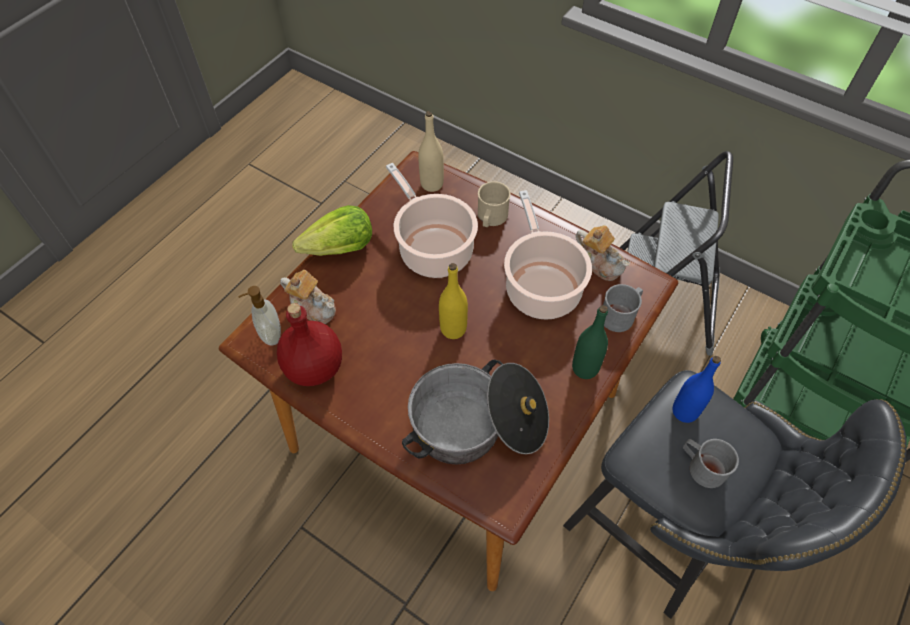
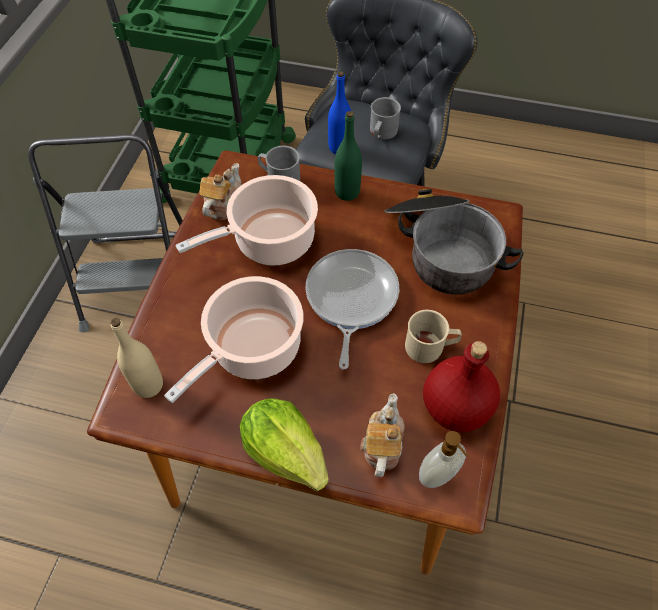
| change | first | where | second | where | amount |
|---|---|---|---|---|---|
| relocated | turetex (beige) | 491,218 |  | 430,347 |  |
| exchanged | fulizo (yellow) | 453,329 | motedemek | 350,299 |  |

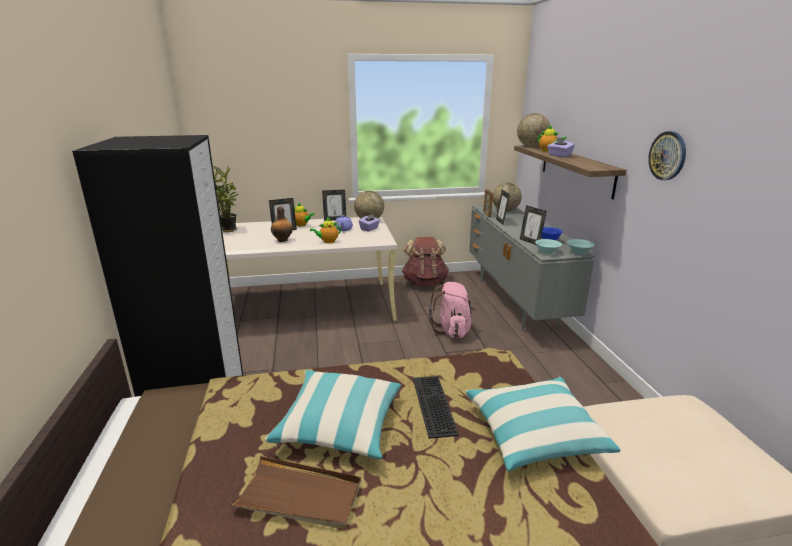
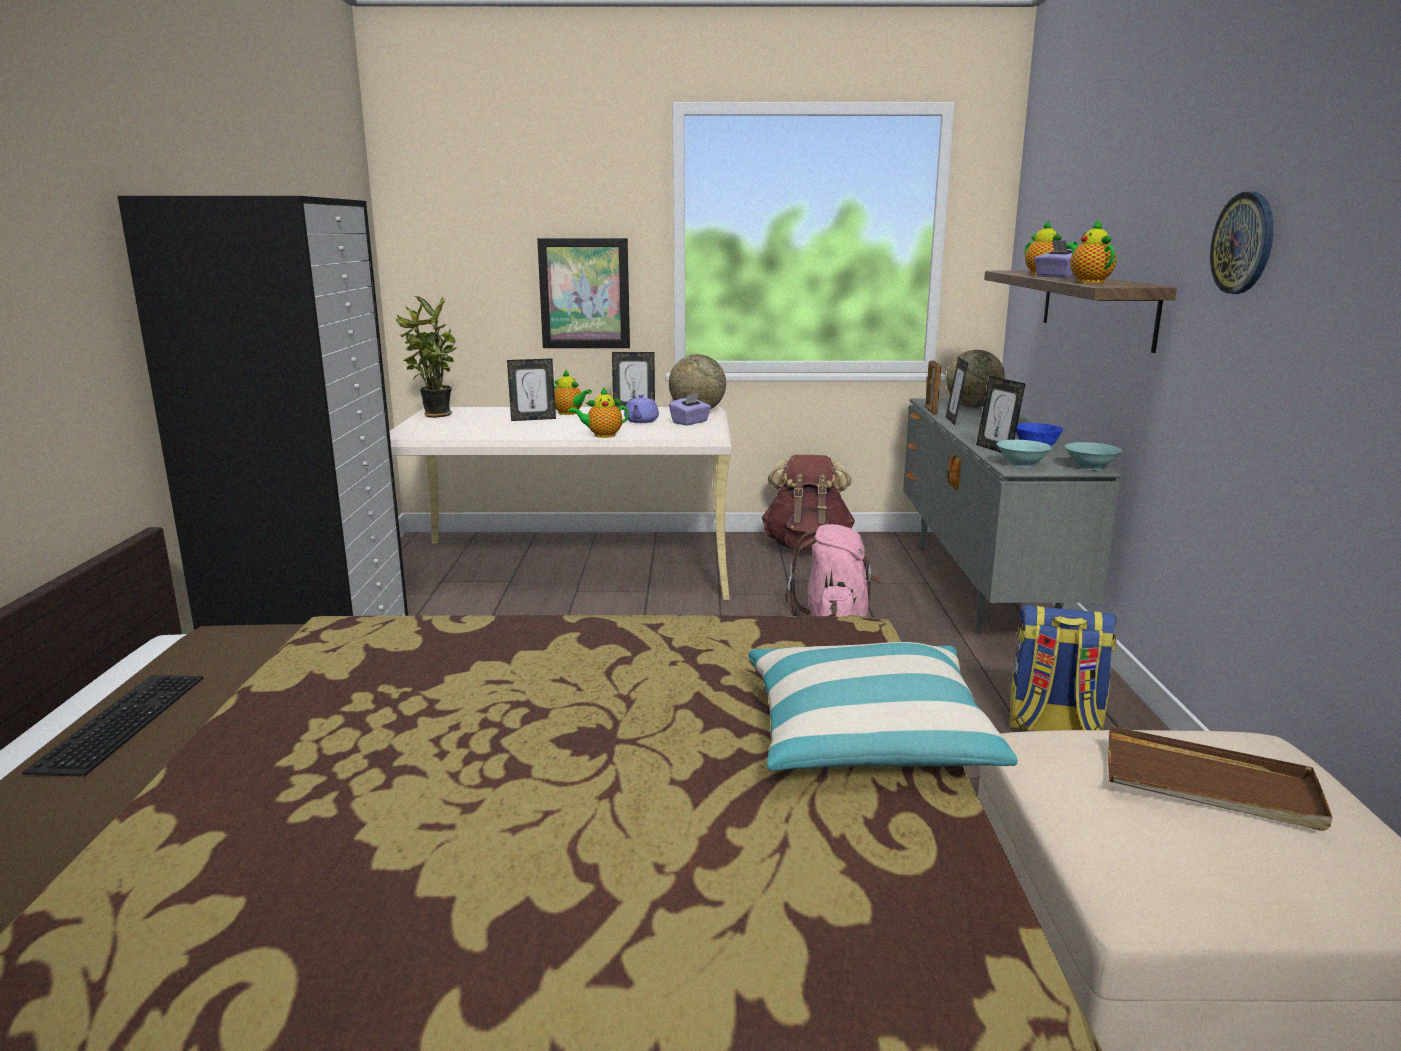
| change | first | where | second | where | amount |
|---|---|---|---|---|---|
| missing | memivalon | 531,146 |  |  |  |
| missing | fulizo | 283,240 |  |  |  |
| missing | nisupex | 339,424 |  |  |  |
| relocated | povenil | 431,404 |  | 119,720 |  |
| relocated | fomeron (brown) | 299,496 |  | 1210,785 |  |
| appeared |  |  | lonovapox | 1088,282 |  |
| appeared |  |  | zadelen | 584,293 |  |
| appeared |  |  | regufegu | 1053,726 |  |

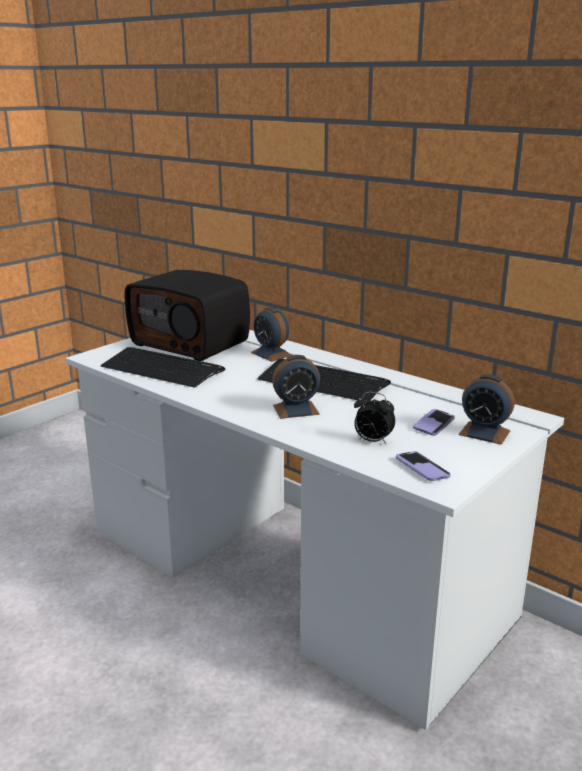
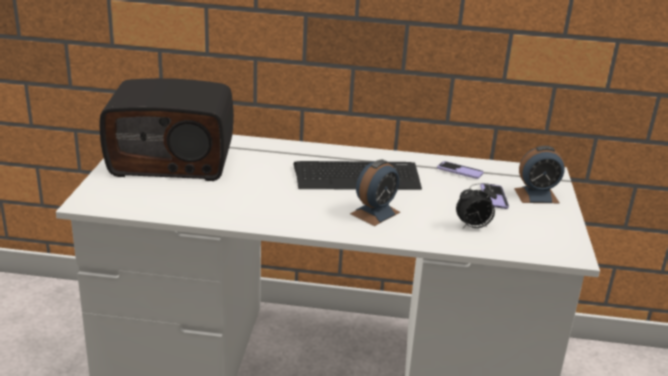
| change | first | where | second | where | amount |
|---|---|---|---|---|---|
| missing | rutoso | 271,354 |  |  |  |
| missing | povenil | 162,369 |  |  |  |
| relocated | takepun | 422,468 |  | 460,171 |  |

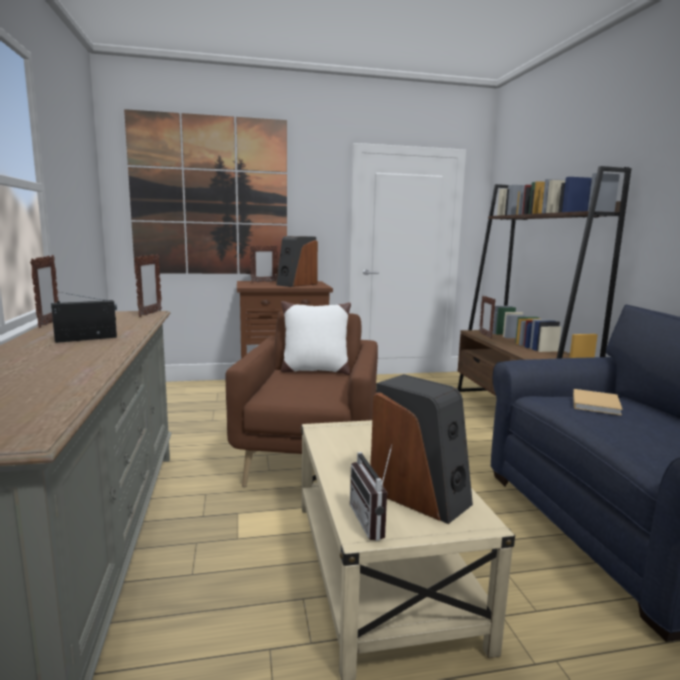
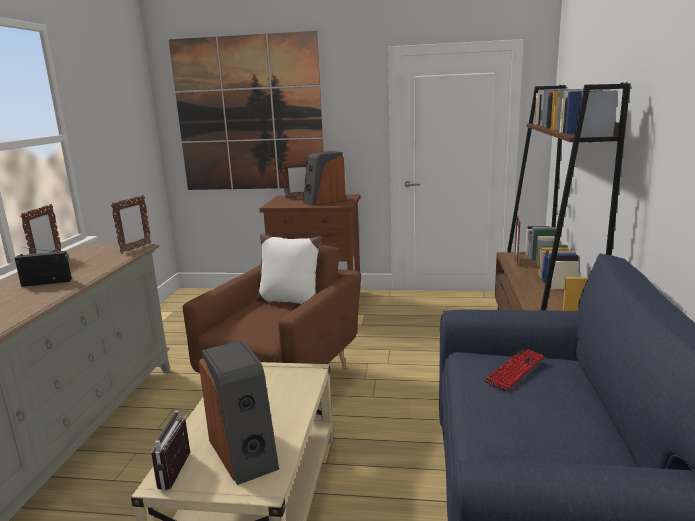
| change | first | where | second | where | amount |
|---|---|---|---|---|---|
| exchanged | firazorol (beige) | 595,403 | povenil | 515,370 |  |

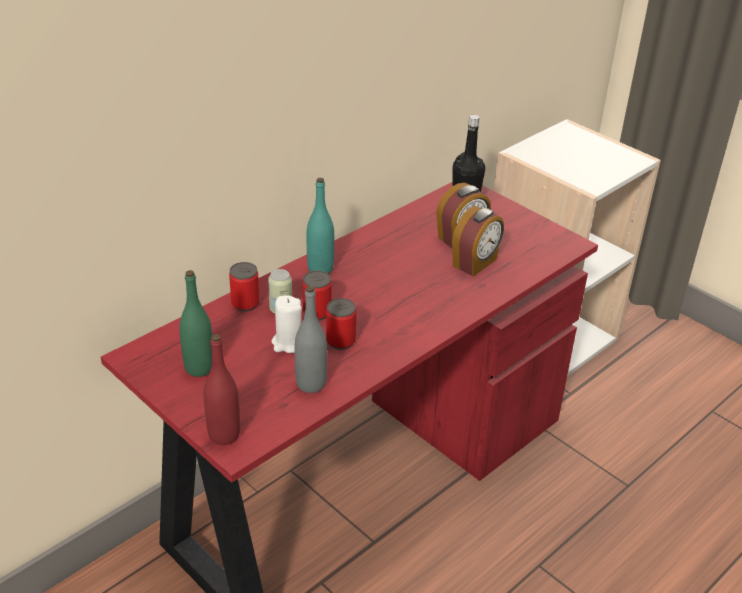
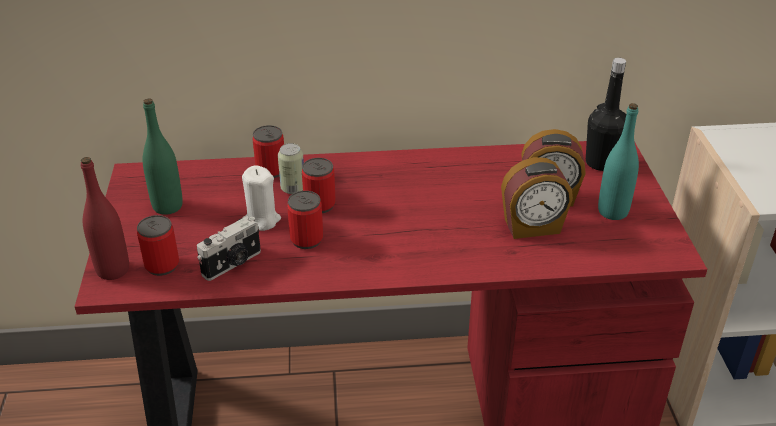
| change | first | where | second | where | amount |
|---|---|---|---|---|---|
| relocated | fulizo (turquoise) | 320,268 |  | 612,212 |  |
| exchanged | fulizo (grey) | 311,384 | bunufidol | 233,264 |  |
| appeared |  |  | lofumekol | 162,265 |  |

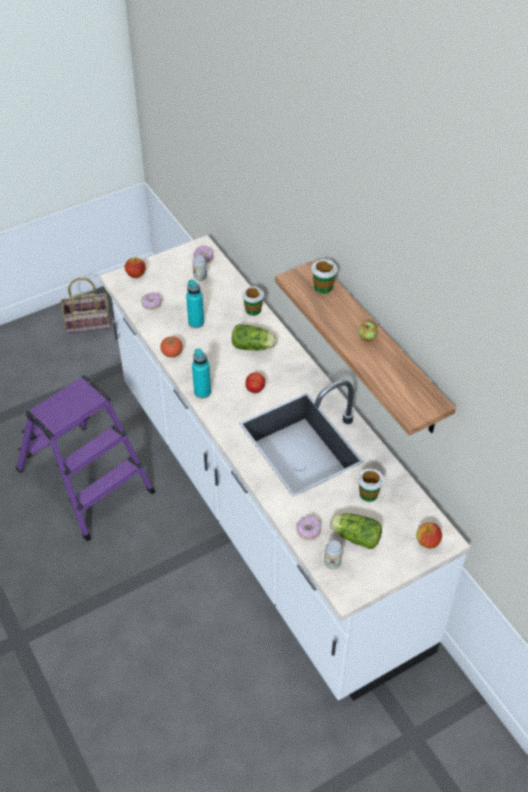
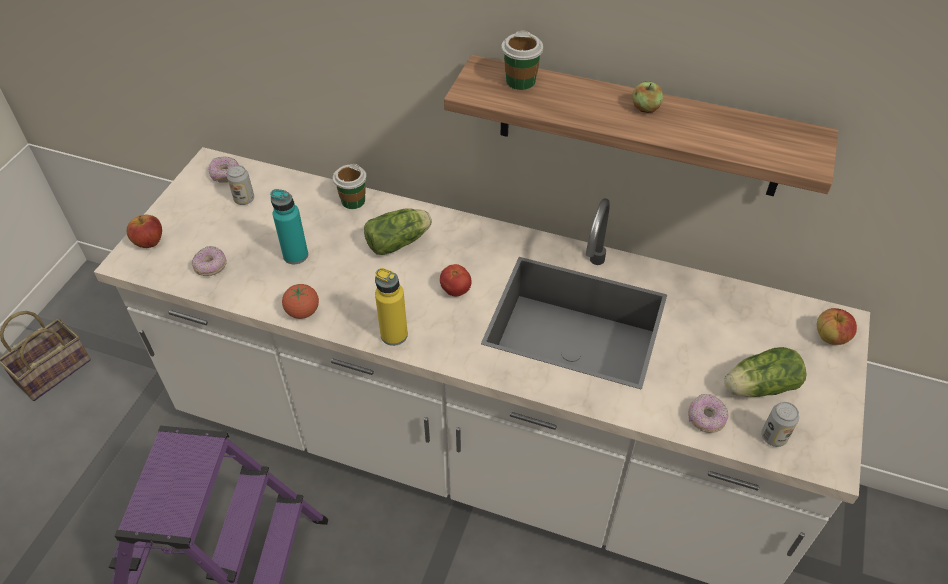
| change | first | where | second | where | amount |
|---|---|---|---|---|---|
| colour | fulizo (turquoise) | 202,392 | fulizo (yellow) | 394,335 |  |
| missing | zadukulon | 368,494 |  |  |  |

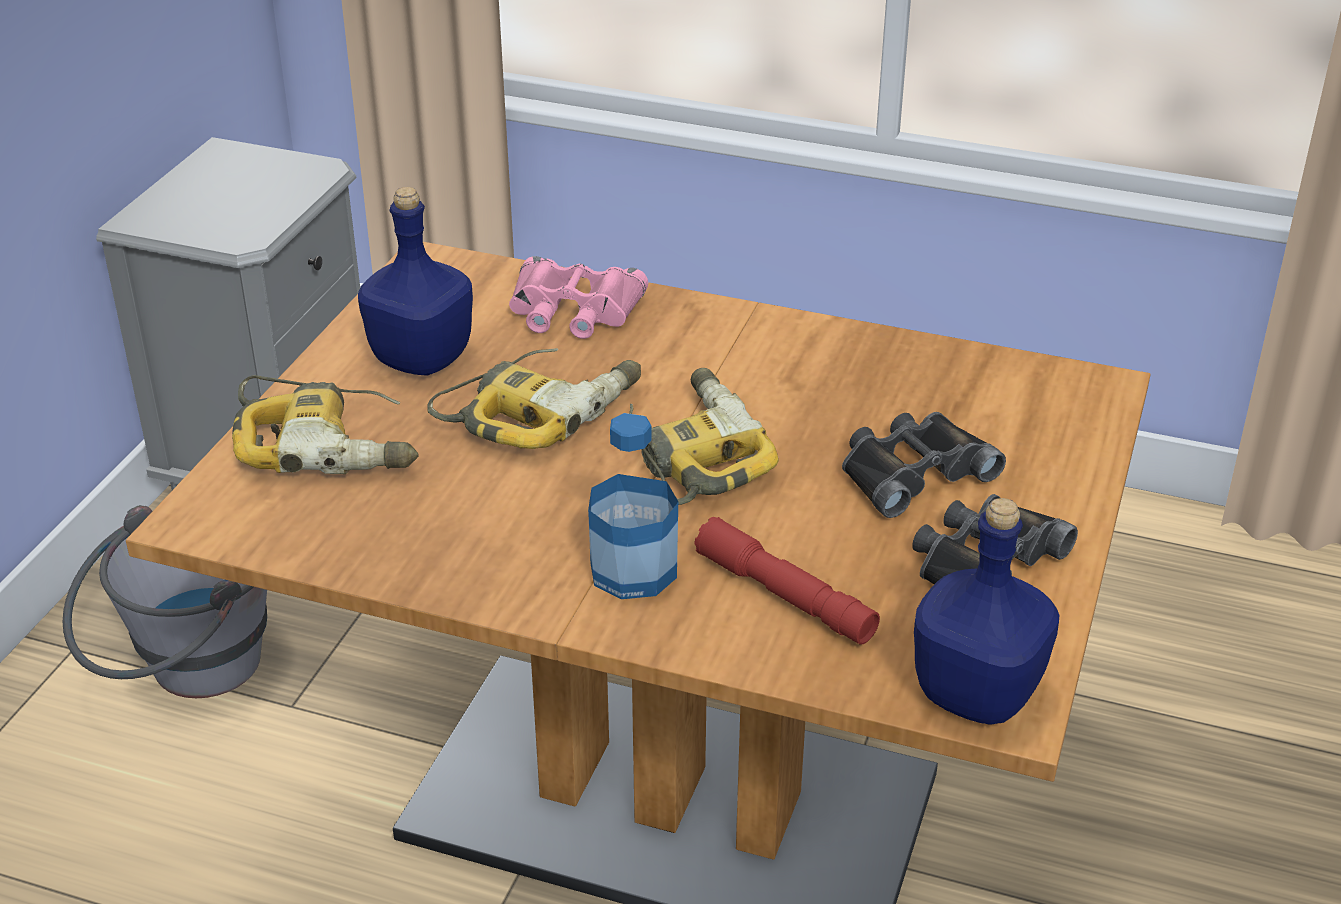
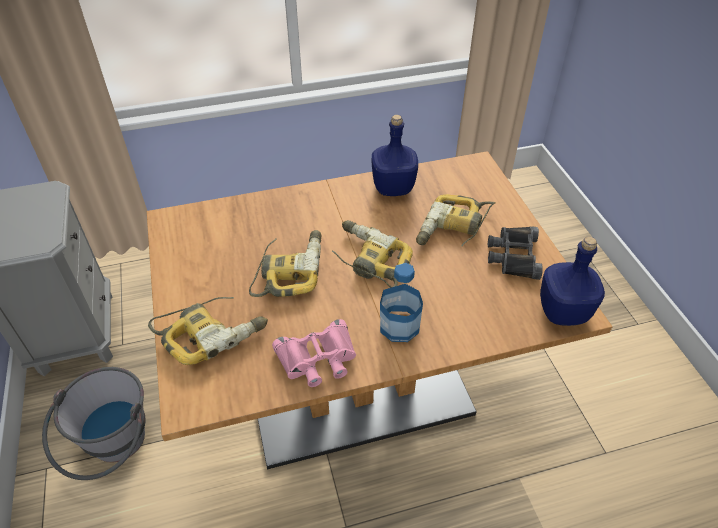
| change | first | where | second | where | amount |
|---|---|---|---|---|---|
| relocated | fulizo (blue) | 423,359 |  | 394,187 |  |
| relocated | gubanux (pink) | 573,310 |  | 318,359 |  |
| exchanged | gubanux (black) | 912,472 | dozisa | 453,229 |  |
| missing | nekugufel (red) | 785,596 |  |  |  |

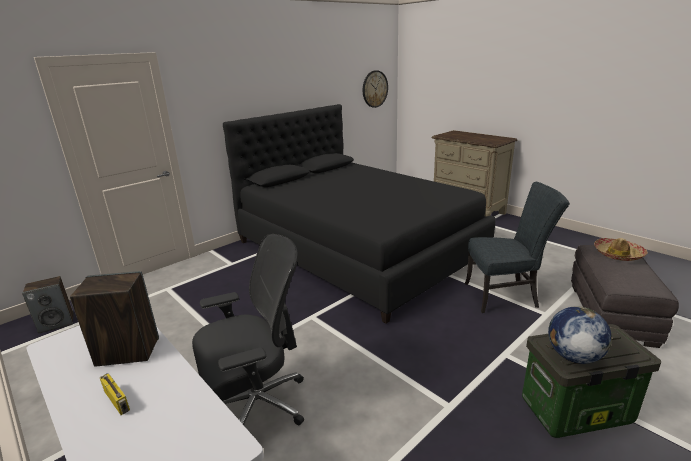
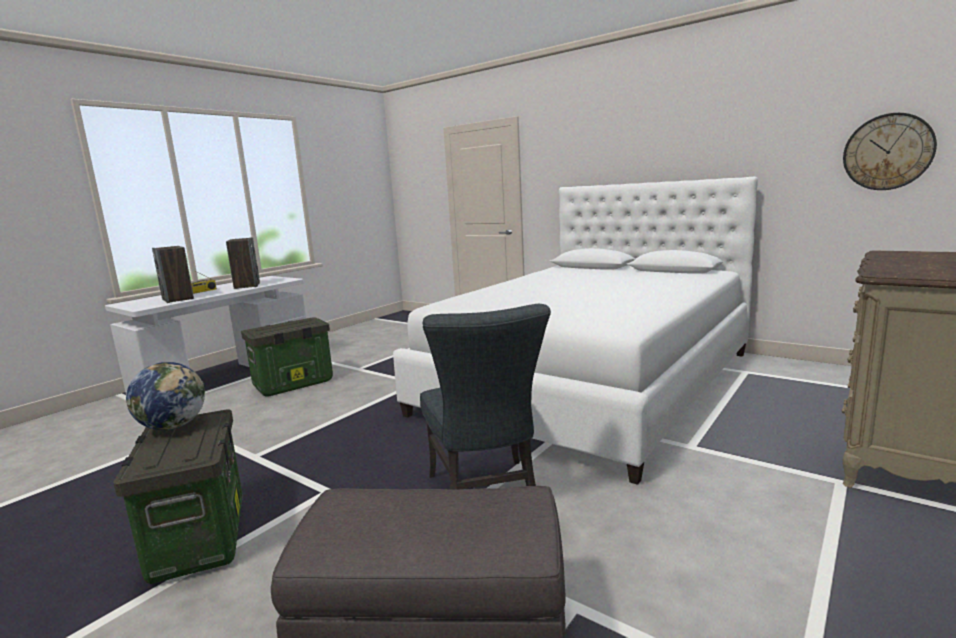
| change | first | where | second | where | amount |
|---|---|---|---|---|---|
| colour | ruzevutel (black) | 357,249 | ruzevutel (white) | 591,382 |  |
| exchanged | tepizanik | 256,408 | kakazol | 293,384 |  |
| missing | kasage | 618,254 |  |  |  |
| relocated | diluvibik | 57,323 |  | 178,299 |  |

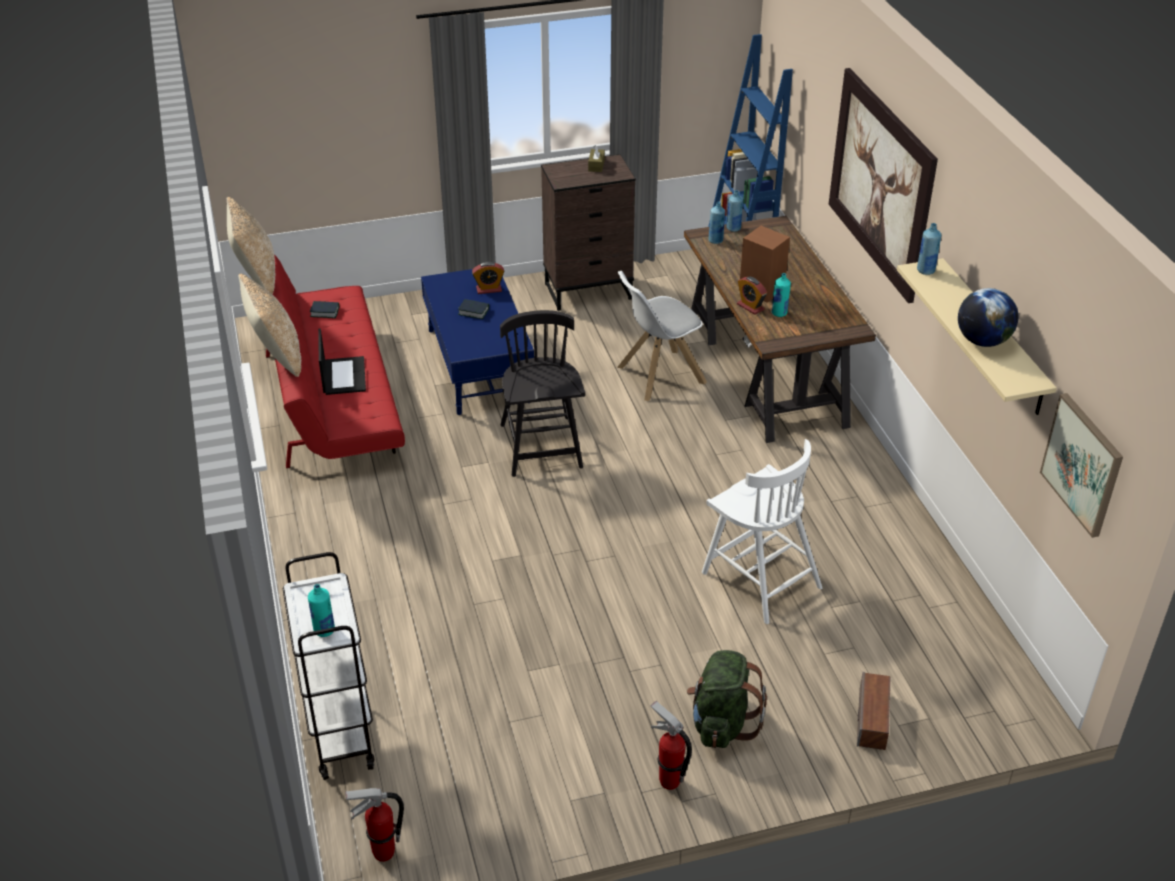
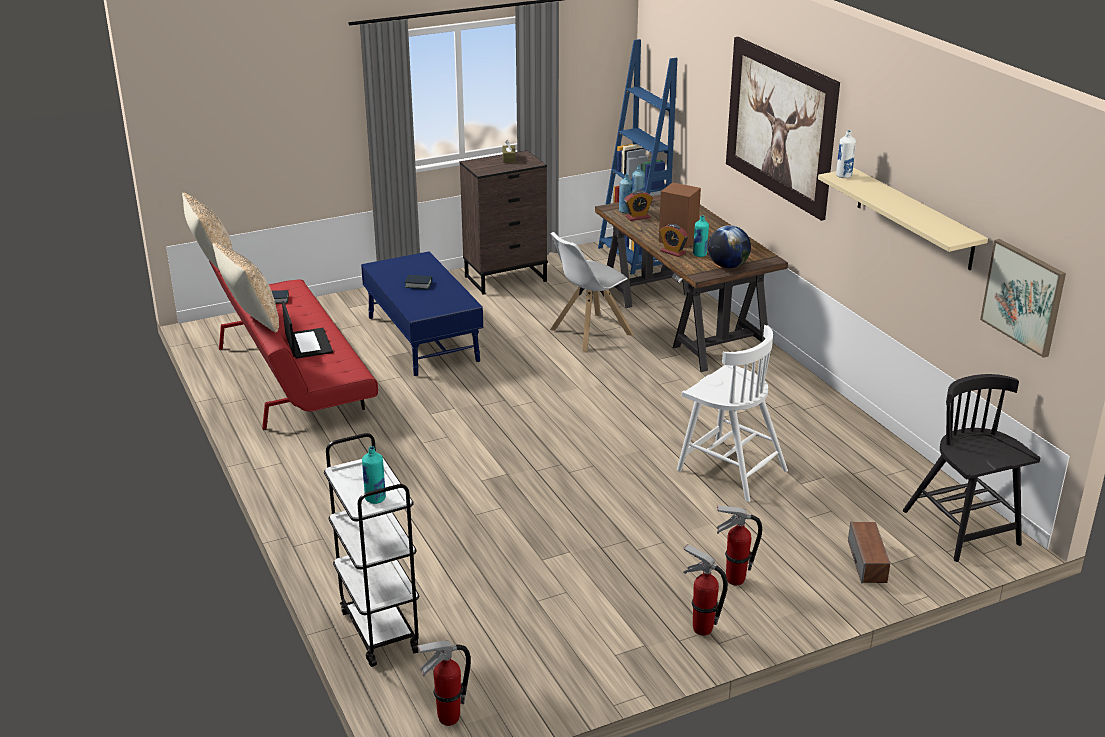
| change | first | where | second | where | amount |
|---|---|---|---|---|---|
| colour | fulizo (blue) | 925,270 | fulizo (white) | 843,176 |  |
| relocated | rutoso | 489,289 |  | 637,217 |  |
| relocated | memivalon | 982,341 |  | 727,266 |  |
| relocated | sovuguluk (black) | 541,447 |  | 962,529 |  |
| exchanged | regufegu (green) | 721,723 | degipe | 734,580 |  |

